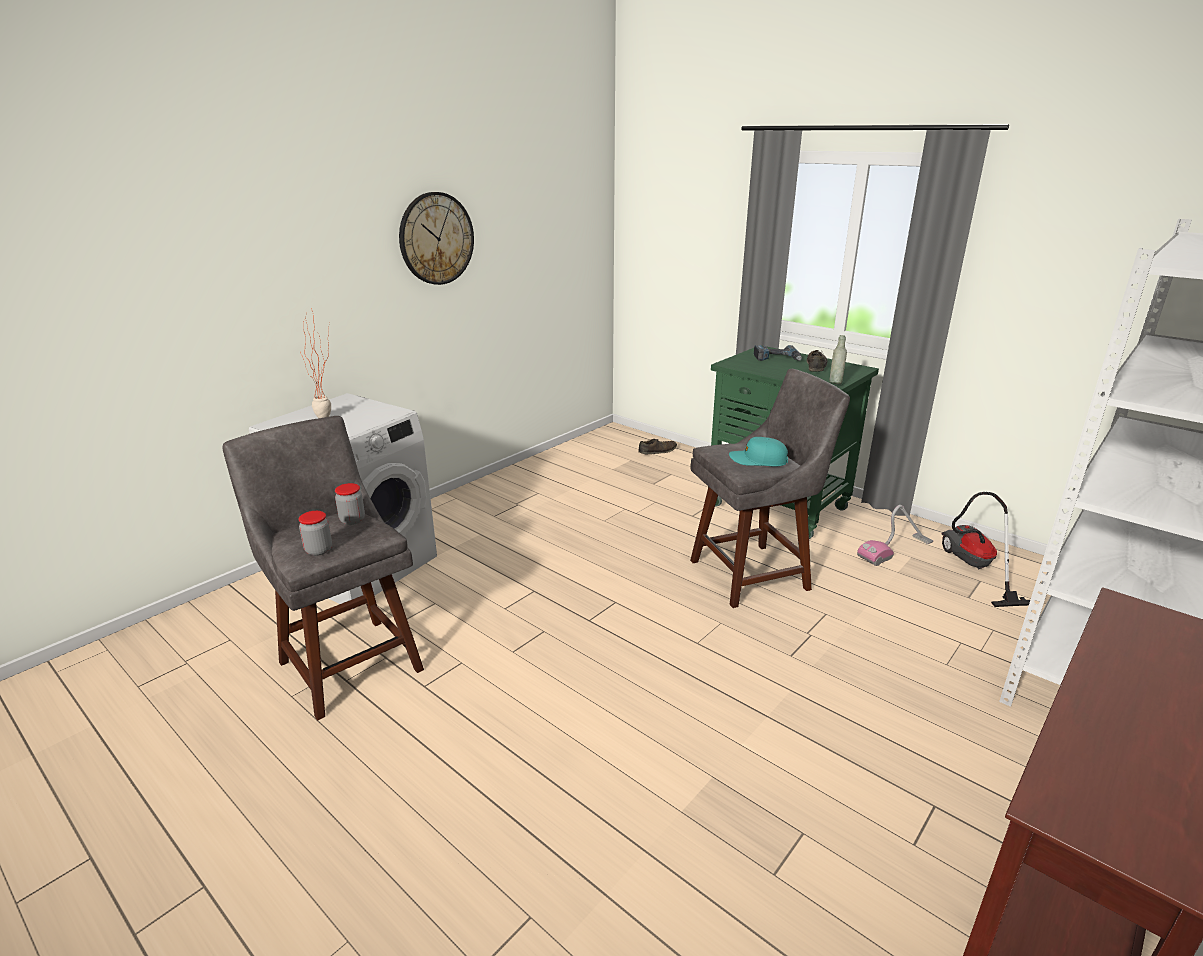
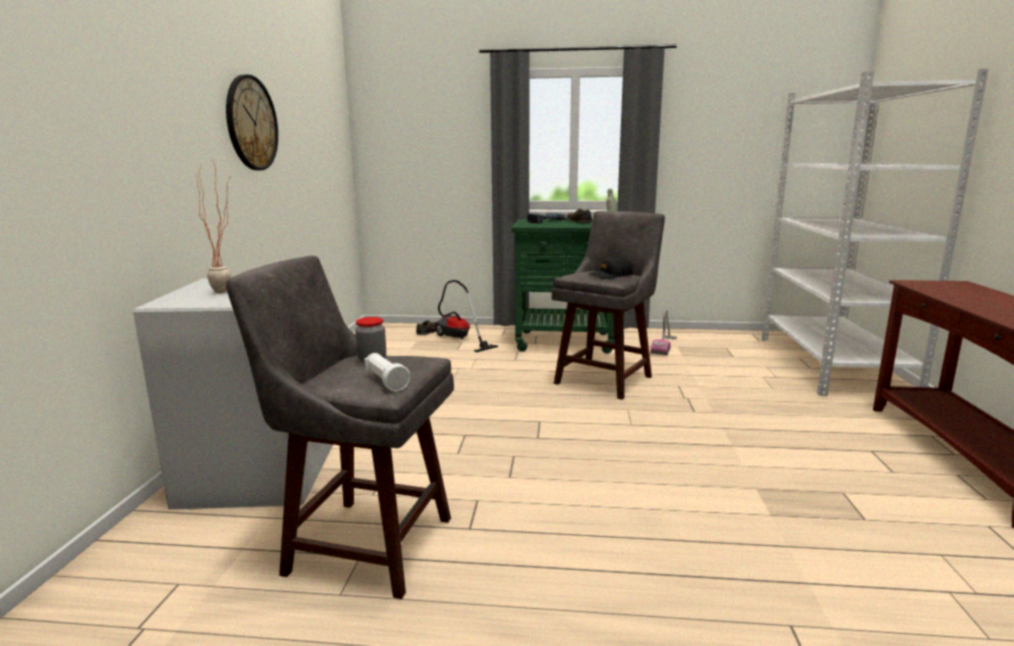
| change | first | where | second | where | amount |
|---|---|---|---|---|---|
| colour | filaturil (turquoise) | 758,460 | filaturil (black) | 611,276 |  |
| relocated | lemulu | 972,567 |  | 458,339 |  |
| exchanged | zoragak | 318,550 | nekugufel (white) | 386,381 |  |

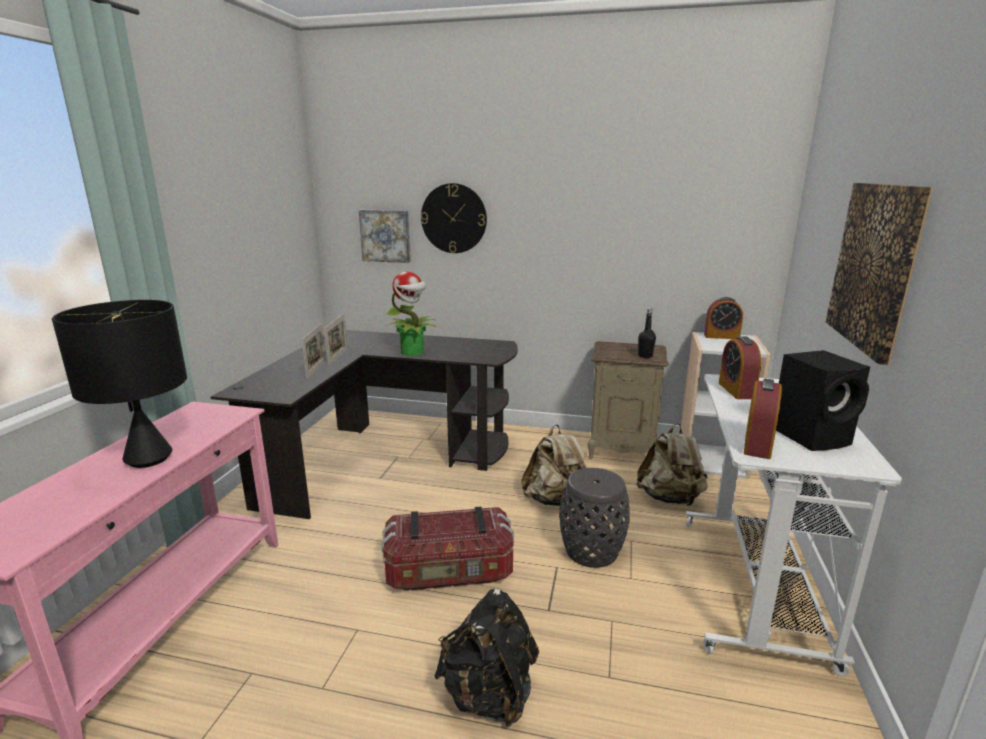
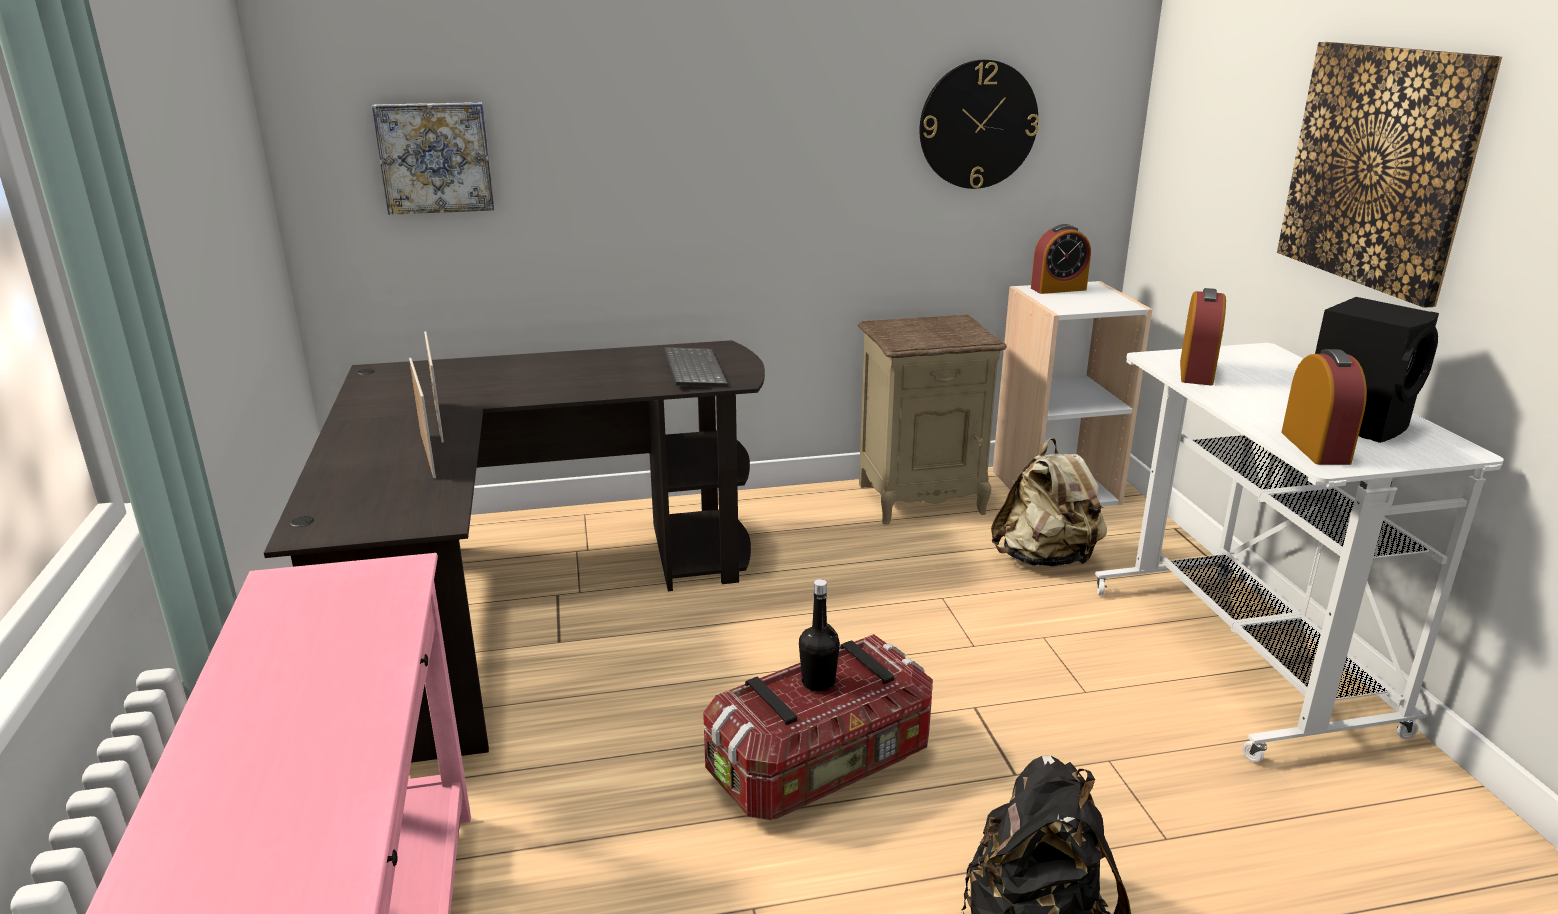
| change | first | where | second | where | amount |
|---|---|---|---|---|---|
| relocated | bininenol | 454,218 |  | 978,125 |  |
| missing | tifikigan | 413,352 |  |  |  |
| missing | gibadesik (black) | 149,459 |  |  |  |
| relocated | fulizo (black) | 645,356 |  | 818,682 |  |
| spun | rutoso | 736,390 |  | 1196,372 | 135 degrees counterclockwise |
| missing | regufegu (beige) | 556,500 |  |  |  |
| missing | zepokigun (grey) | 591,551 |  |  |  |
| appeared |  |  | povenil | 692,369 |  |

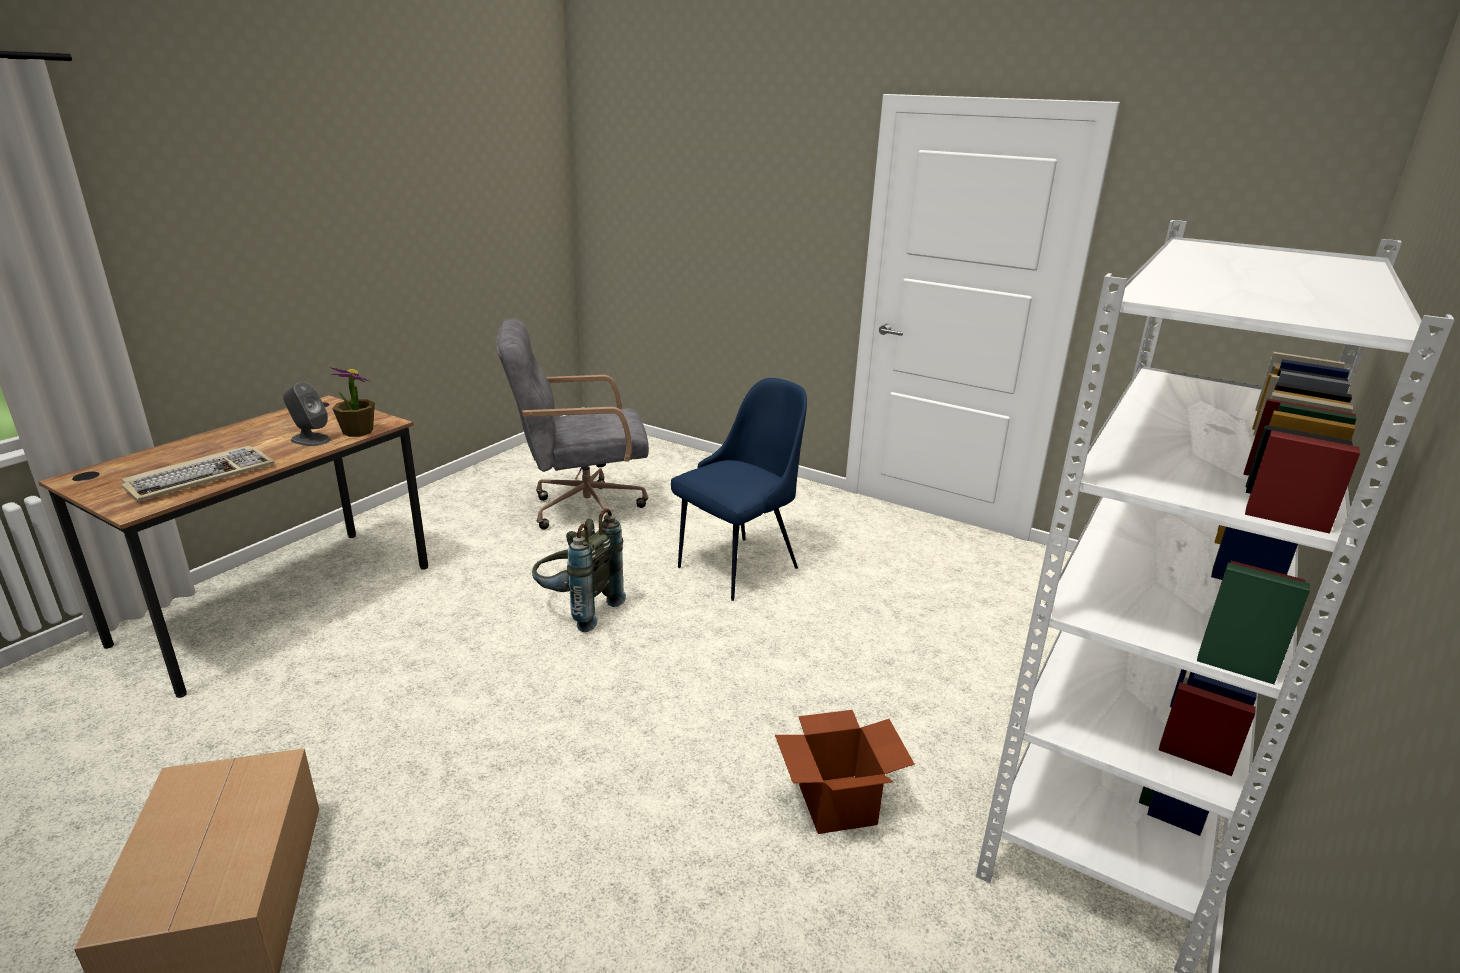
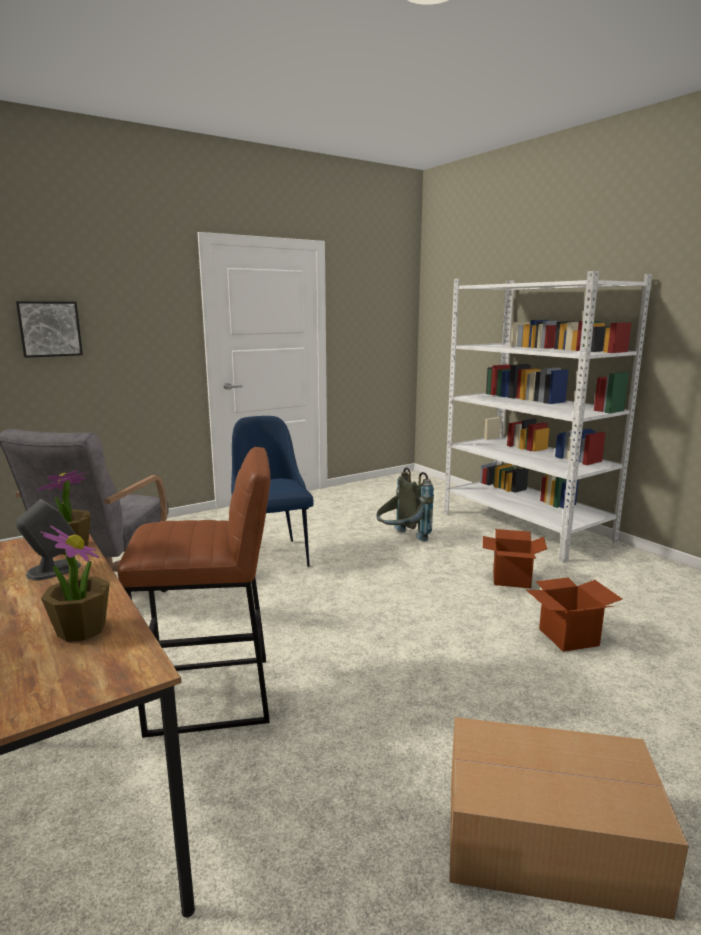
| change | first | where | second | where | amount |
|---|---|---|---|---|---|
| exchanged | povenil | 201,477 | tifikigan | 81,630 |  |
| relocated | regufegu (grey) | 577,609 |  | 401,539 |  |
| appeared |  |  | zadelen | 49,329 |  |
| appeared |  |  | zepokigun (brown) | 212,695 |  |
| appeared |  |  | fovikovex | 569,637 |  |

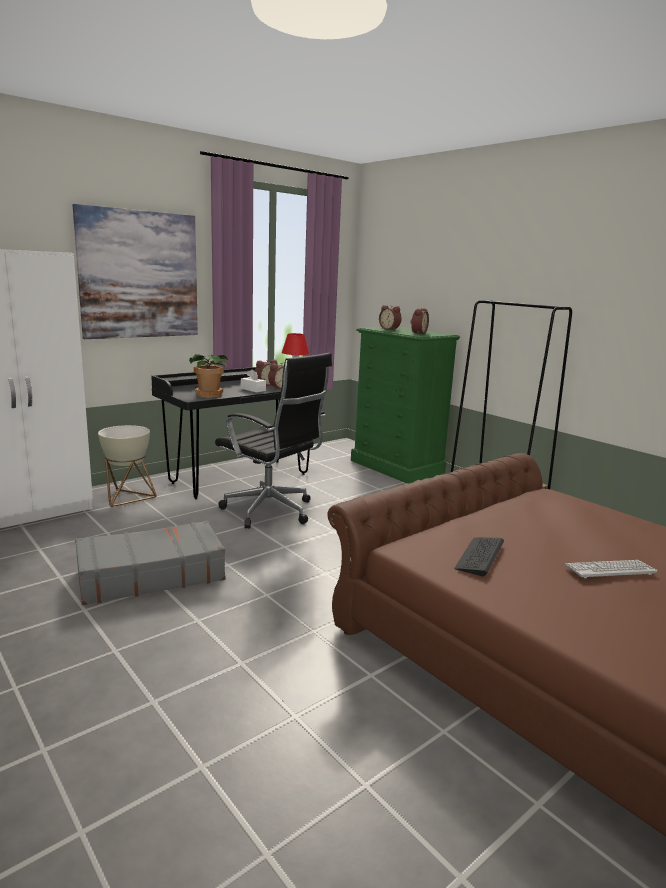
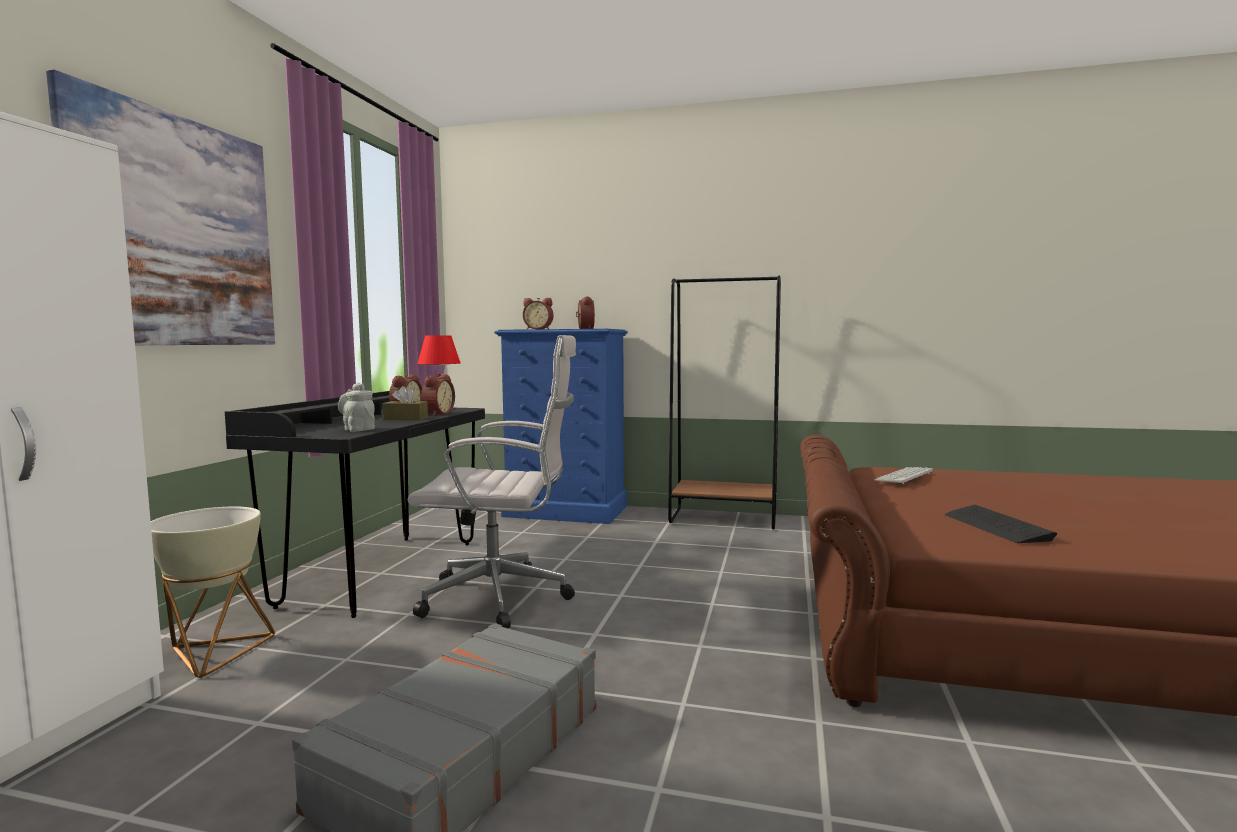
| change | first | where | second | where | amount |
|---|---|---|---|---|---|
| colour | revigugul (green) | 397,467 | revigugul (blue) | 567,511 |  |
| colour | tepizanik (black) | 272,512 | tepizanik (white) | 503,599 |  |
| exchanged | tifikigan | 209,395 | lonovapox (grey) | 358,429 |  |
| colour | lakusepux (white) | 253,389 | lakusepux (brown) | 405,418 |  |
| relocated | povenil | 609,569 |  | 904,476 |  |

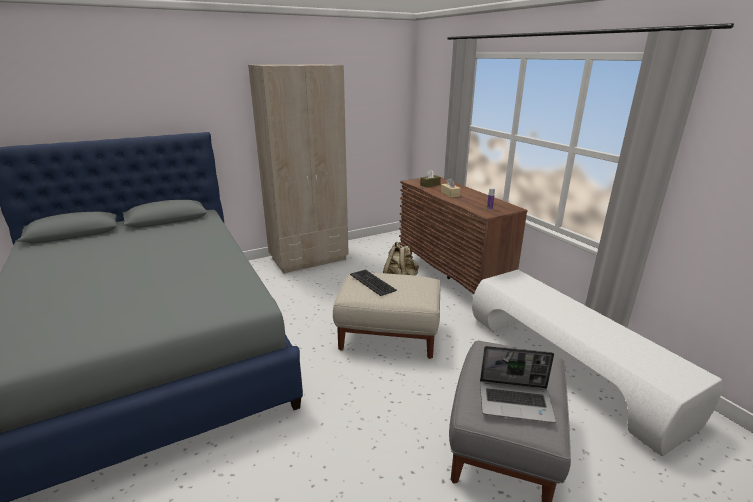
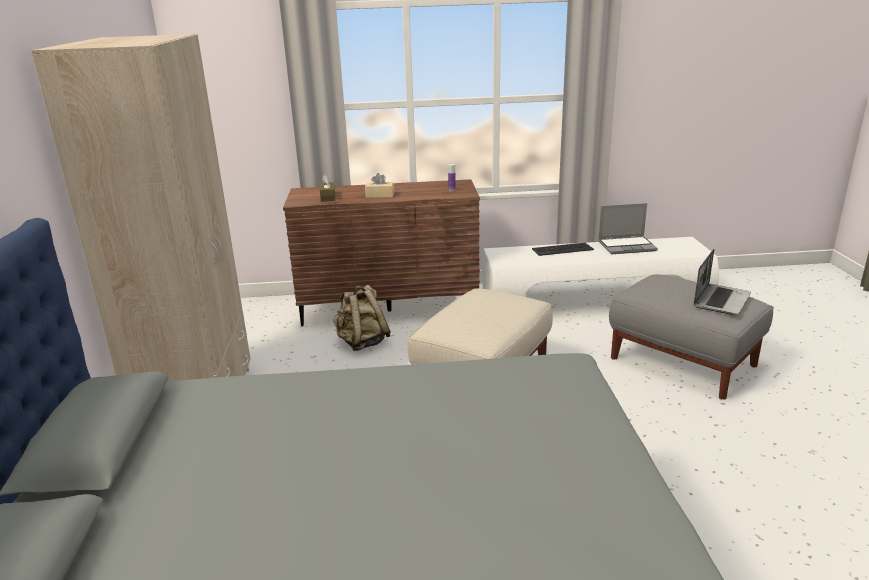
| change | first | where | second | where | amount |
|---|---|---|---|---|---|
| relocated | povenil | 373,282 |  | 562,249 |  |
| appeared |  |  | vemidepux | 627,246 |  |

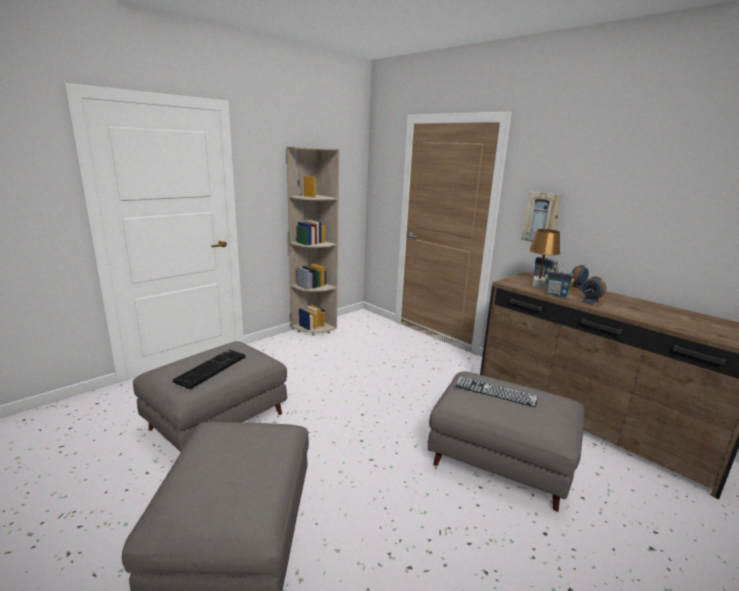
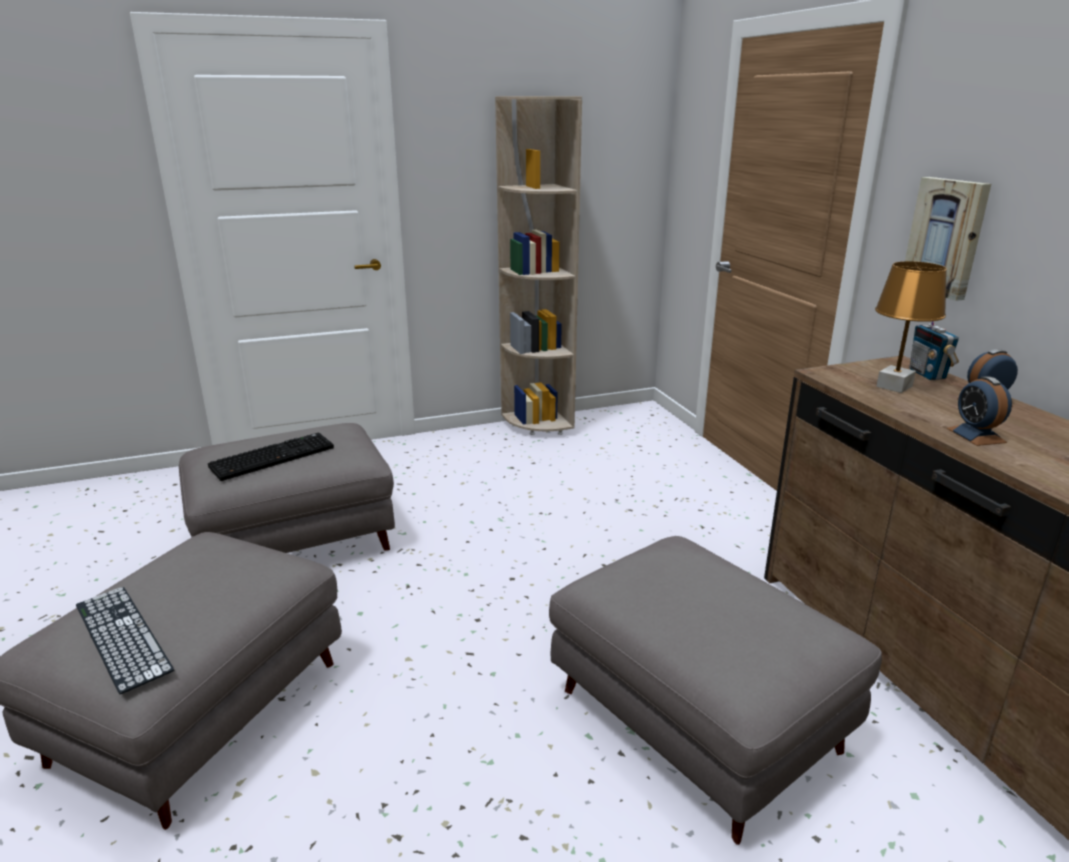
| change | first | where | second | where | amount |
|---|---|---|---|---|---|
| missing | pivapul | 556,295 |  |  |  |
| relocated | povenil | 495,391 |  | 122,636 |  |

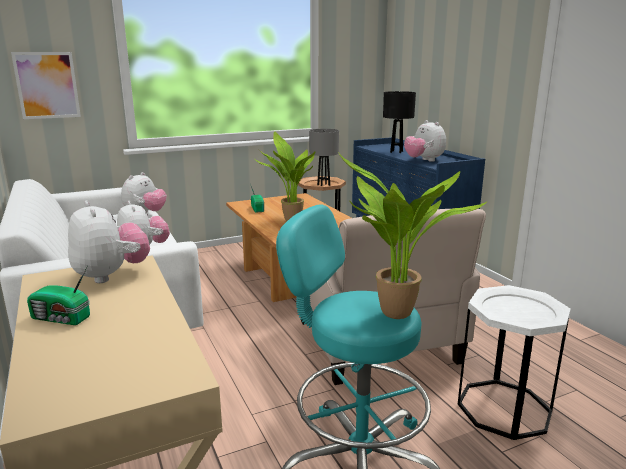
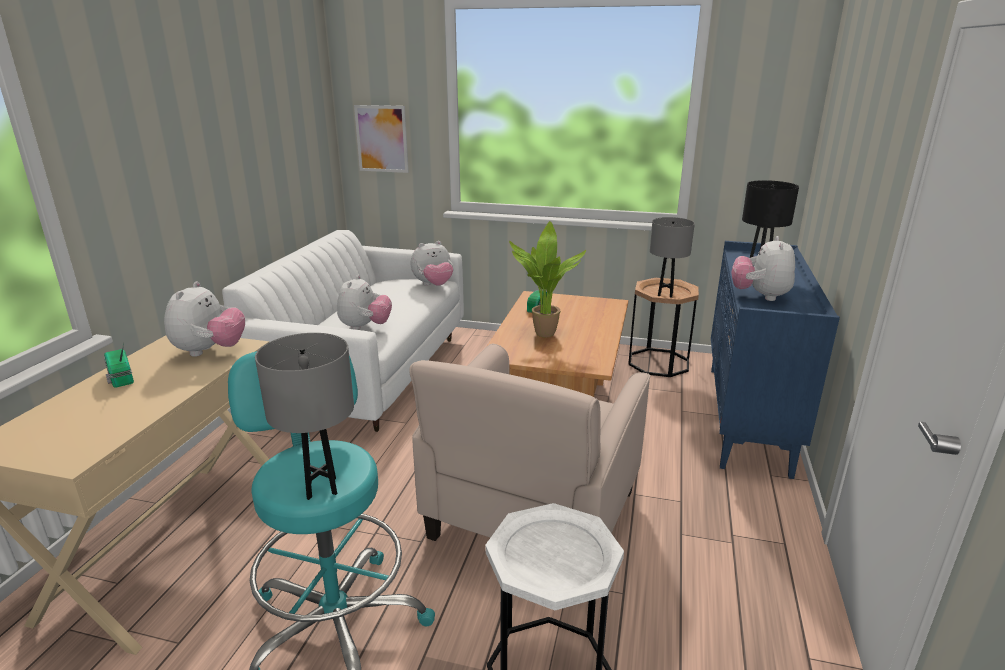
| change | first | where | second | where | amount |
|---|---|---|---|---|---|
| exchanged | tifikigan | 395,316 | gibadesik (grey) | 322,488 |  |

